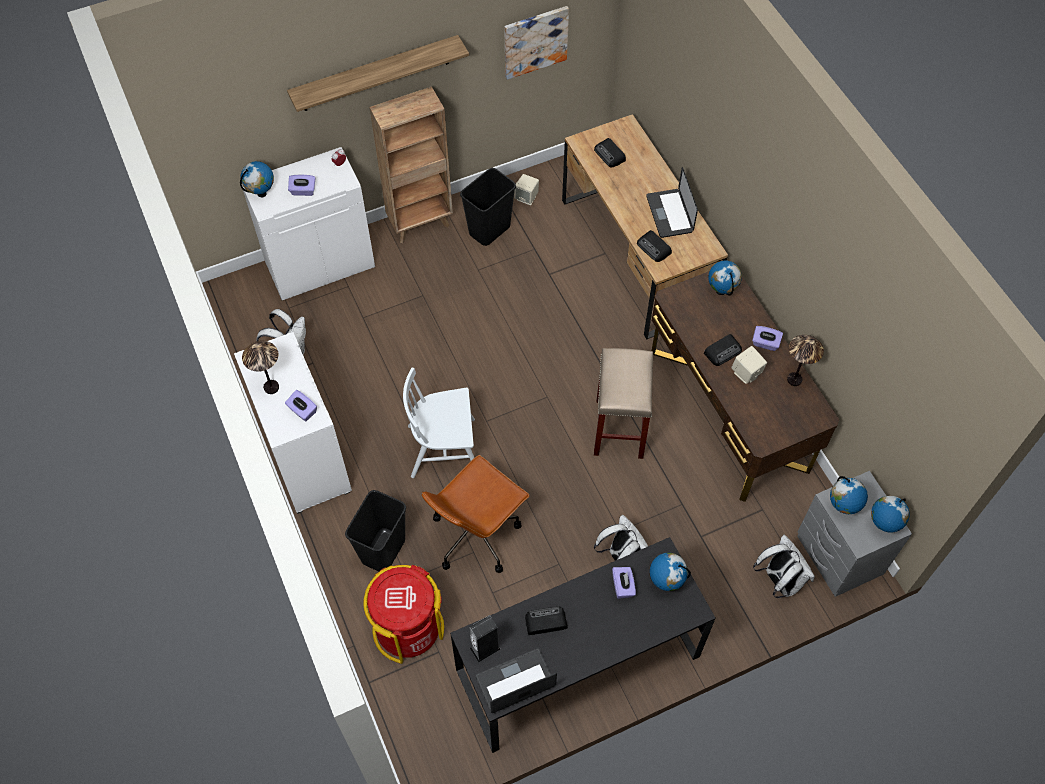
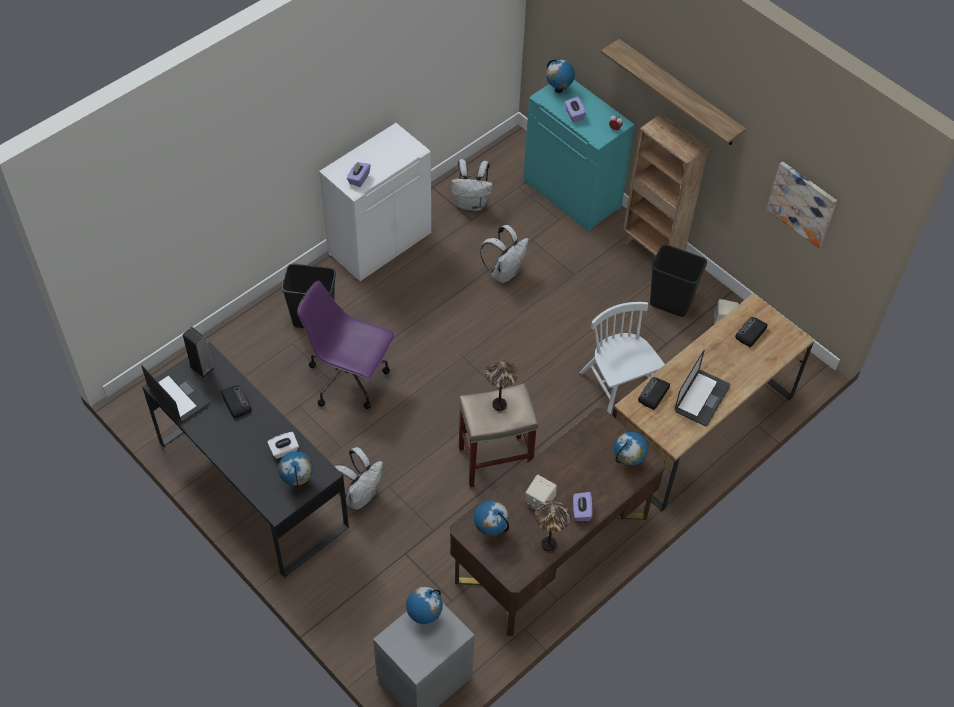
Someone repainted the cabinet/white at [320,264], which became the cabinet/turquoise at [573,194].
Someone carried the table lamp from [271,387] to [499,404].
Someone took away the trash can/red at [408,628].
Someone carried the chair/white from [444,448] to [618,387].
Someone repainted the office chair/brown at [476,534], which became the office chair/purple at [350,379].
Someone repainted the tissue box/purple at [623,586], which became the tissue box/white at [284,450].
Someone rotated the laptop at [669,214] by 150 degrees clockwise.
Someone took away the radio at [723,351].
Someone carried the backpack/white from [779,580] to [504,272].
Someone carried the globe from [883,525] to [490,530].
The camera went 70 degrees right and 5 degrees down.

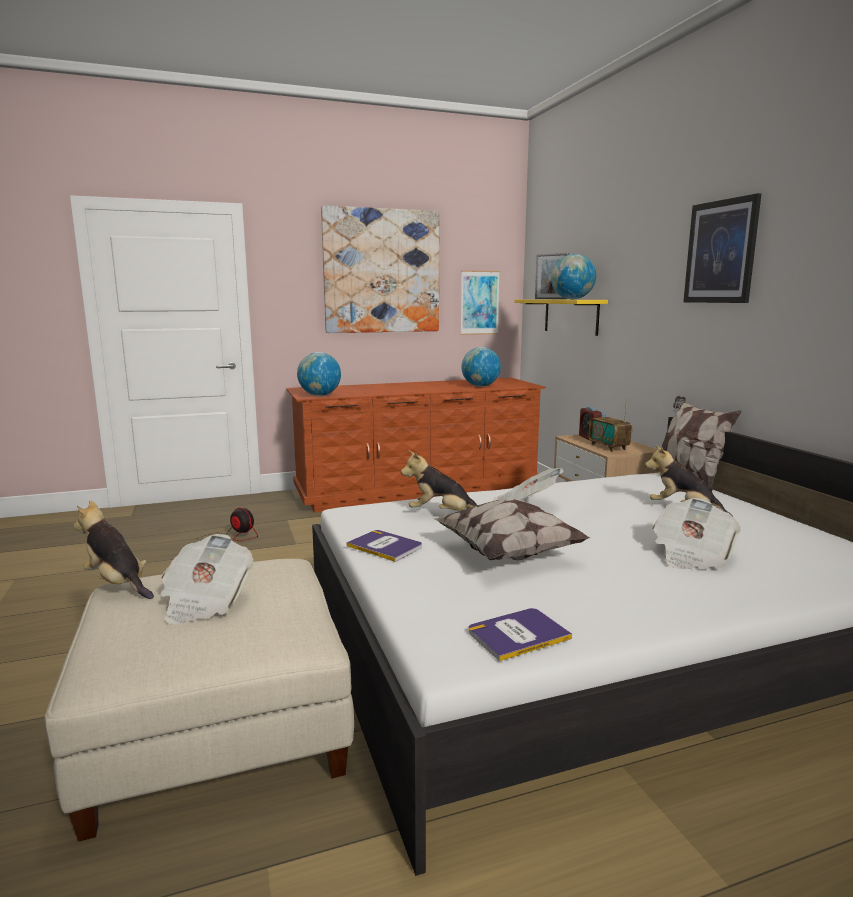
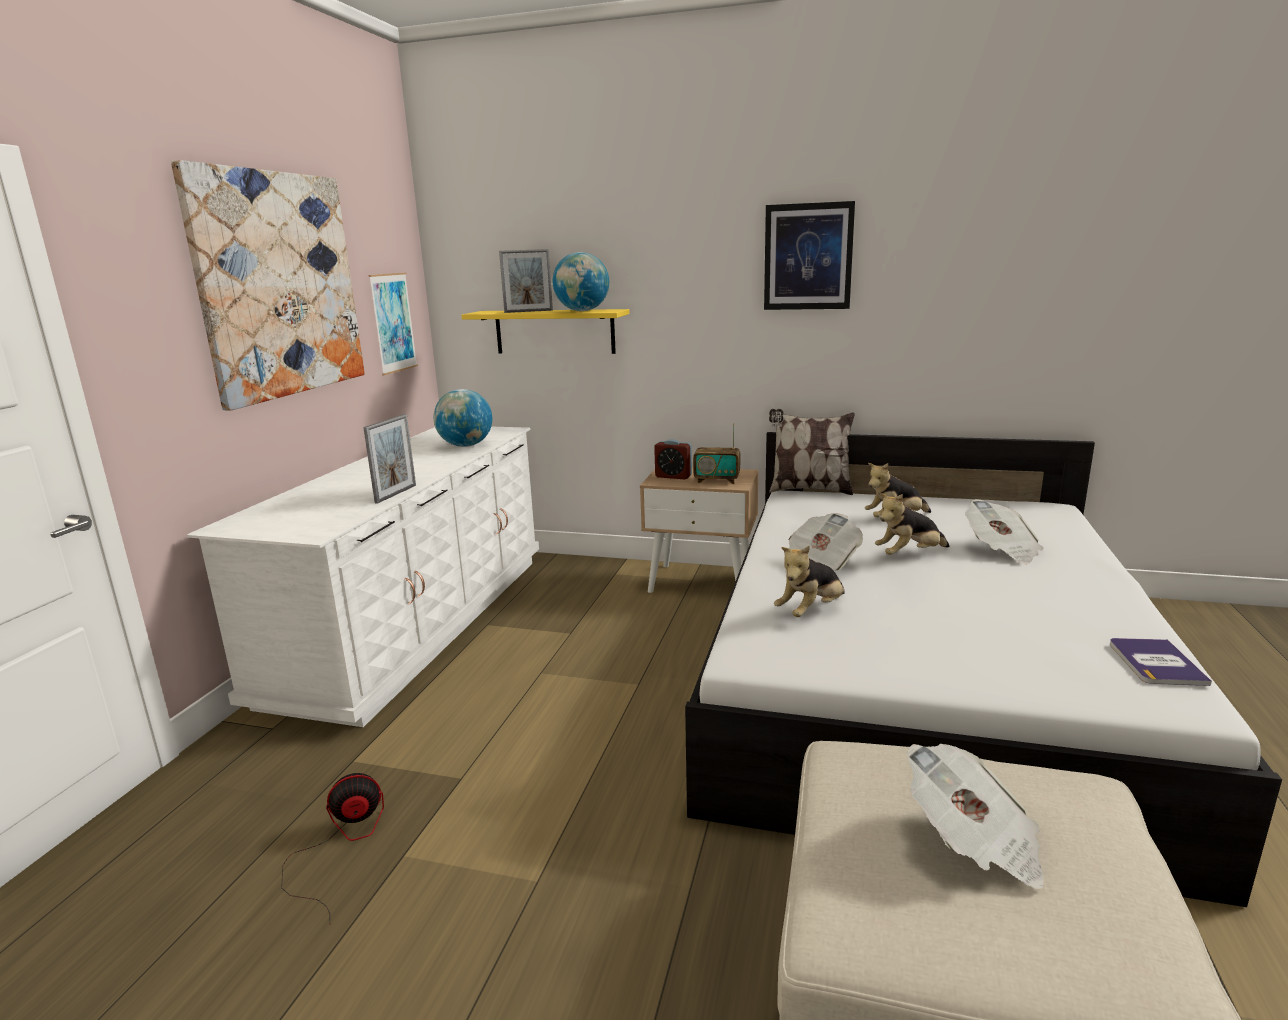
Someone carried the plush toy from [118,584] to [909,555].
Someone repainted the dresser/brown at [417,489], which became the dresser/white at [417,624].
Someone took away the globe at [319,395].
Someone took away the book at [385,546].
Someone took away the pillow at [508,553].
Someone put down the picture frame at [396,494].
The camera went 55 degrees left and 5 degrees up.

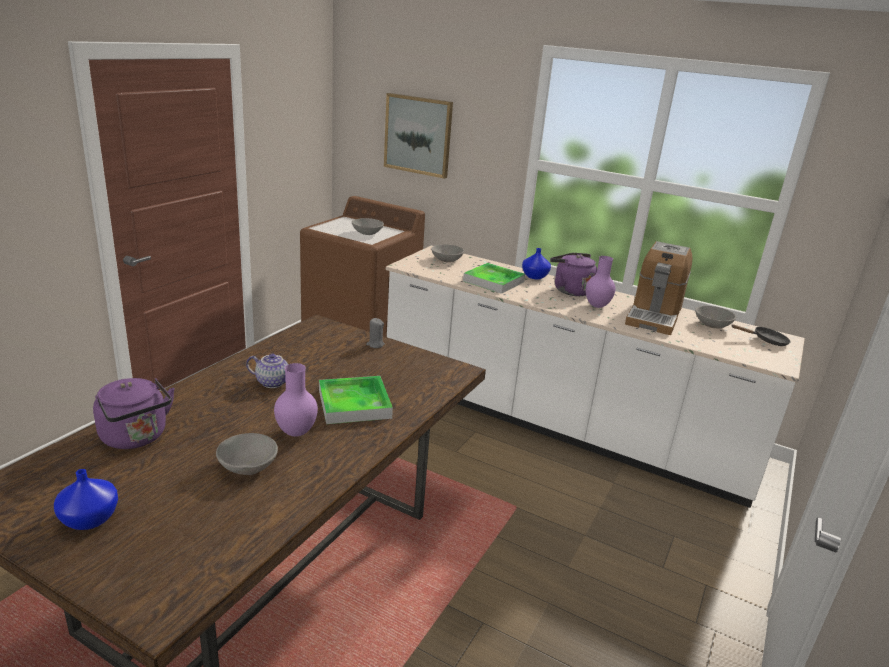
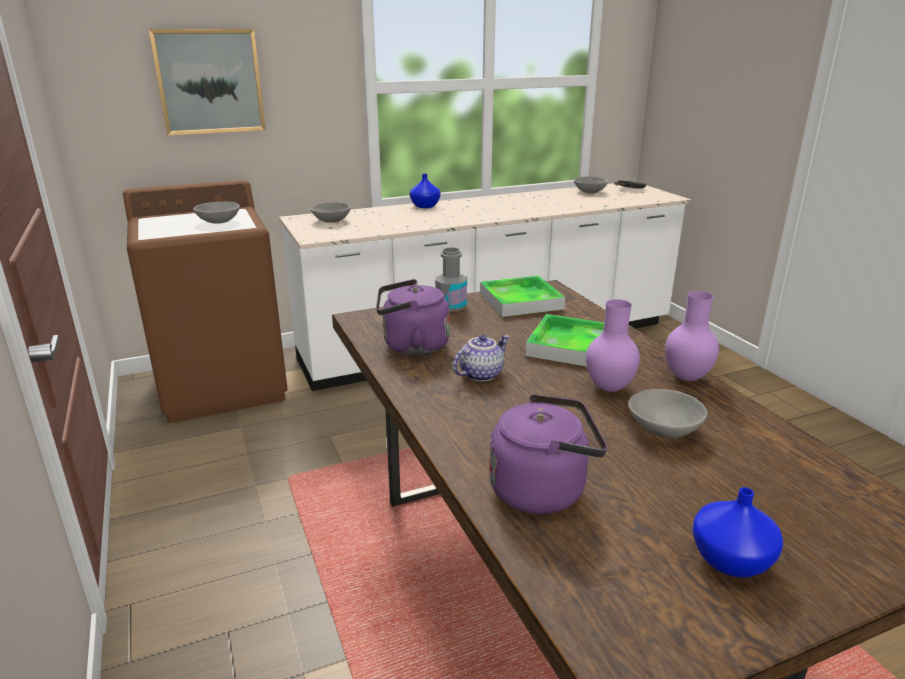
Someone swapped the candle/grey at [375,344] for the bottle/grey at [451,306].
Someone carried the tray from [493,281] to [520,301].
Someone carried the kettle/purple from [570,290] to [411,346].
Someone carried the vase/purple from [596,306] to [686,377].
Someone took away the coffee machine at [654,316].
The camera went 50 degrees left and 0 degrees up.

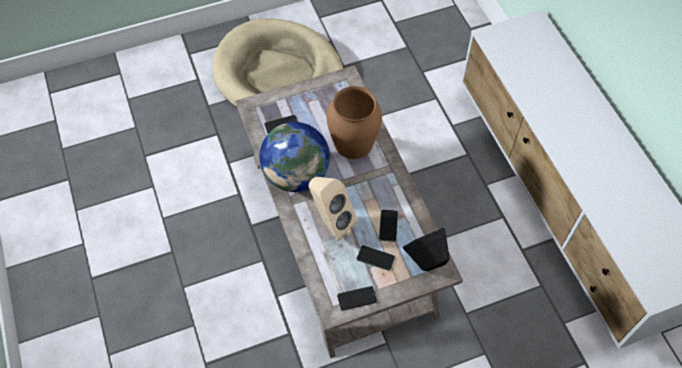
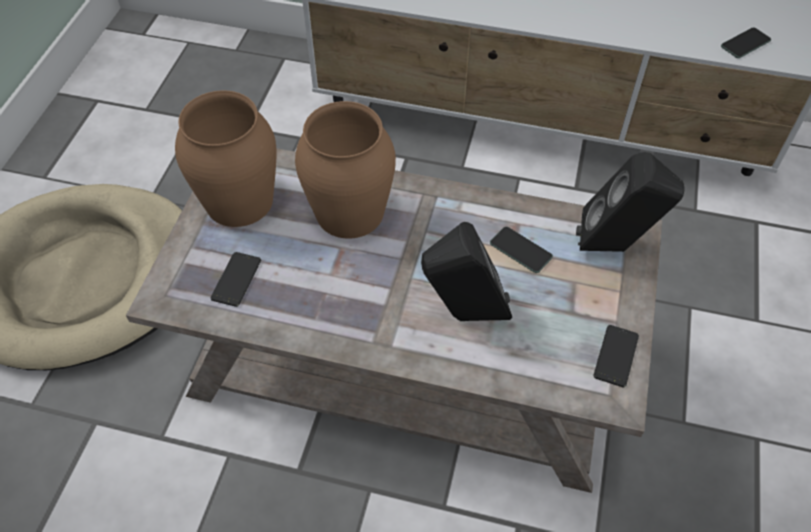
Someone took away the globe at [296,175].
Someone repainted the speaker/beige at [331,223], which became the speaker/black at [463,315].
Someone carried the phone from [375,258] to [745,43].
Someone put down the vase/brown at [240,201].
The camera went 55 degrees left and 5 degrees down.

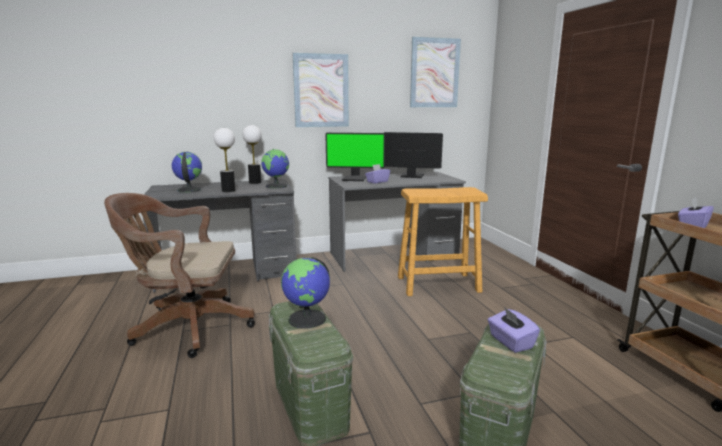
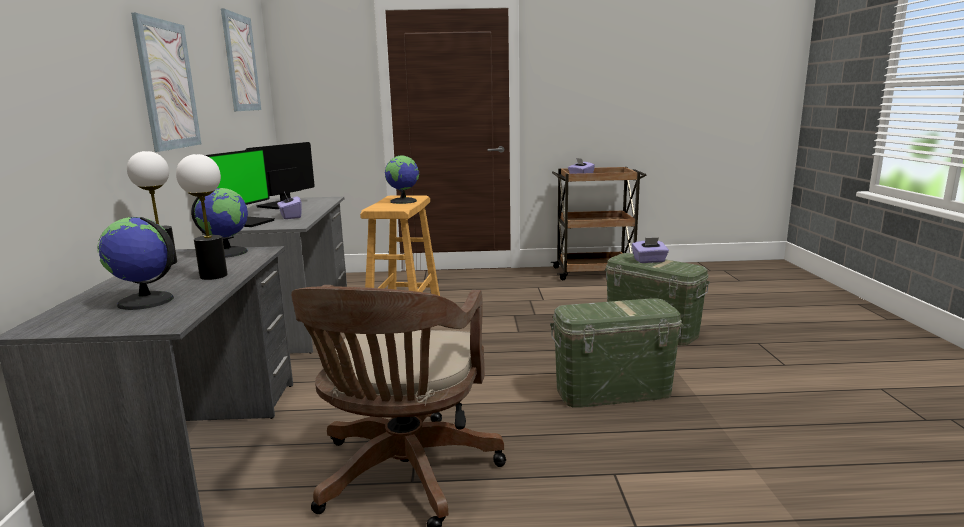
Someone carried the globe from [307,319] to [404,201].
The camera went 75 degrees left and 0 degrees up.

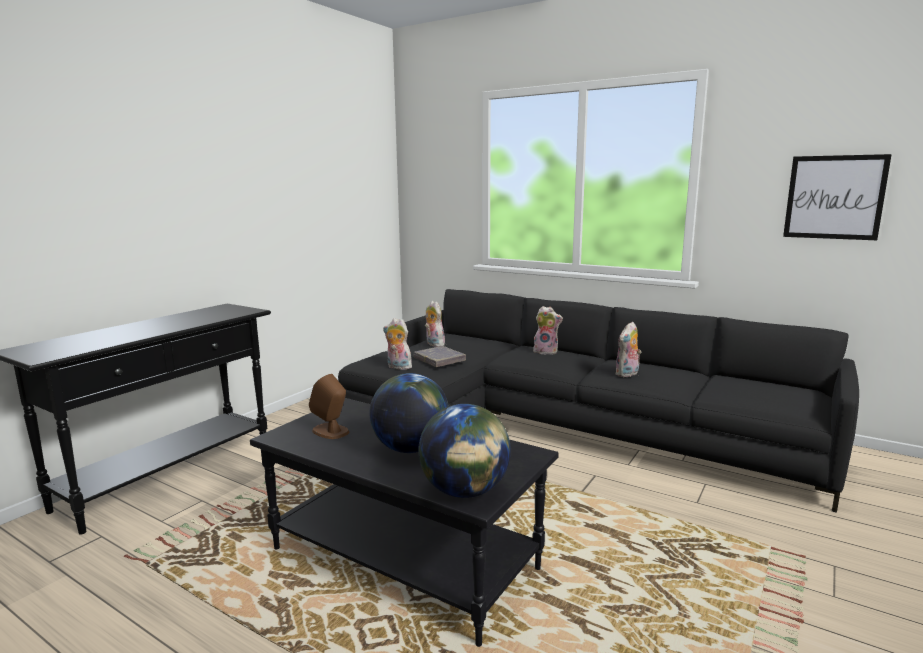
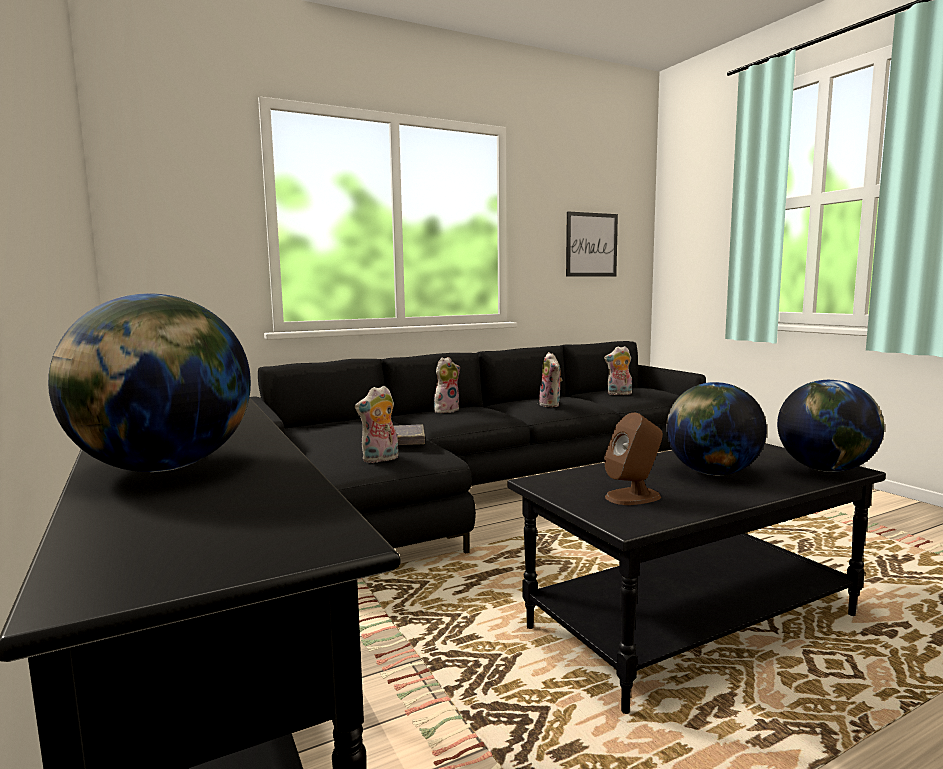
Someone carried the plush toy from [433,344] to [619,394].
Someone put down the globe at [163,468].
The camera went 60 degrees left and 5 degrees down.

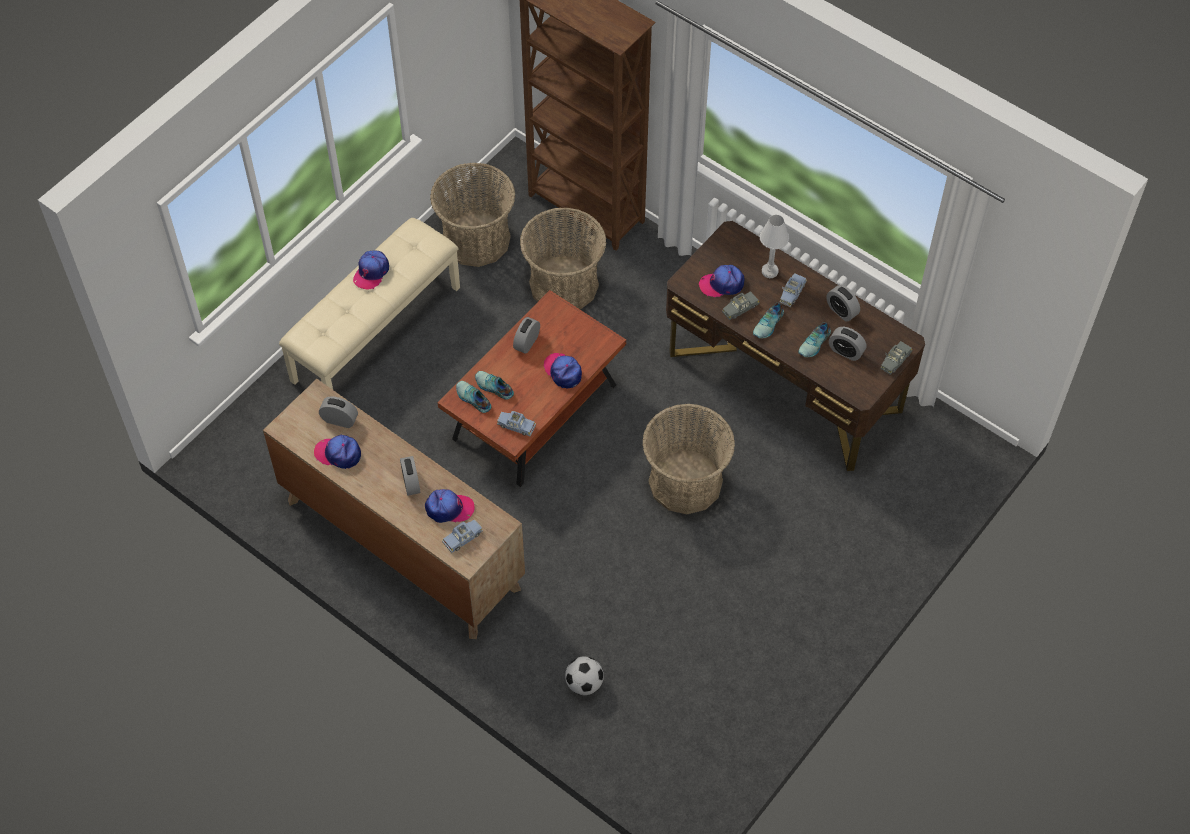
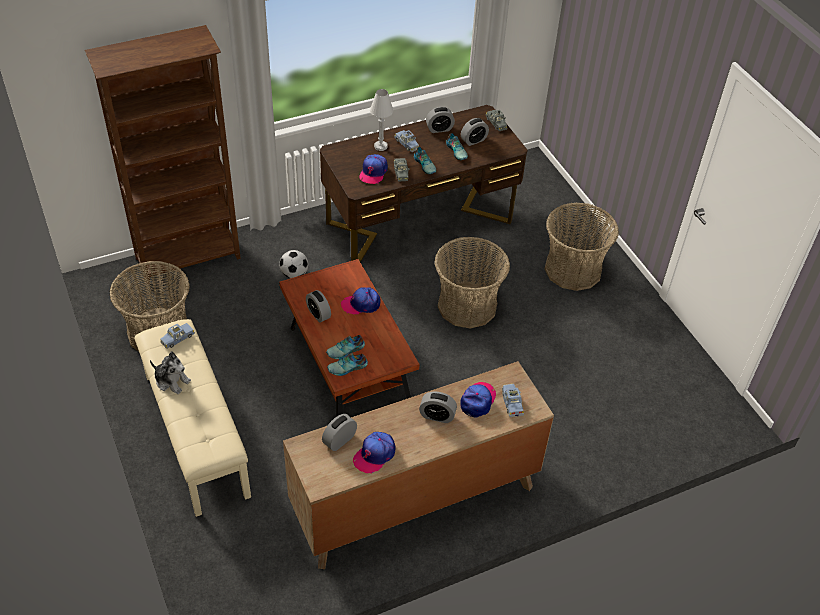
Someone swapped the cap at [371,272] for the plush toy at [172,381].
Someone carried the toy car/blue from [516,426] to [177,338].
Someone carried the basket from [564,284] to [573,269].
Someone carried the football from [584,683] to [294,274].
The camera went 65 degrees left and 10 degrees down.

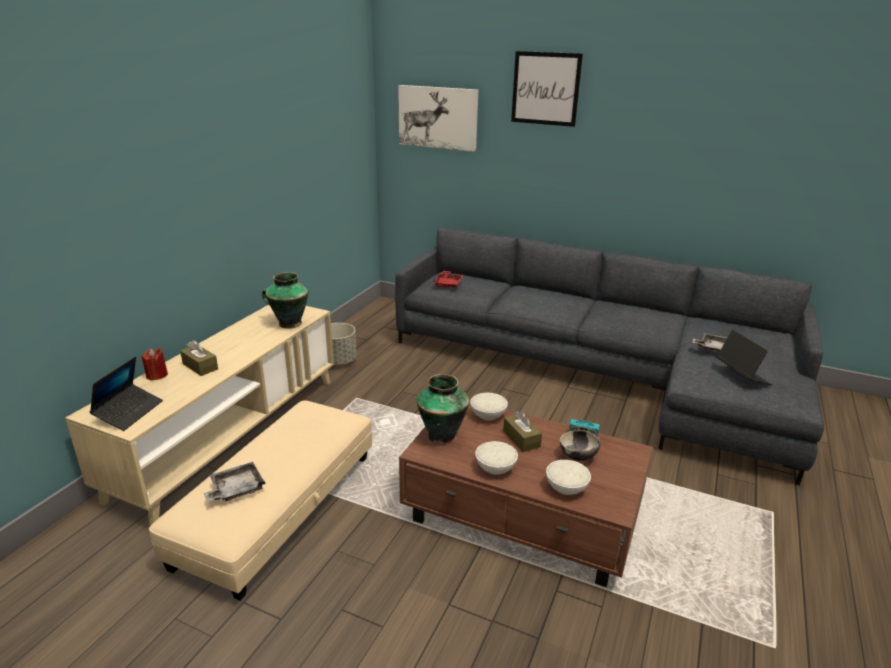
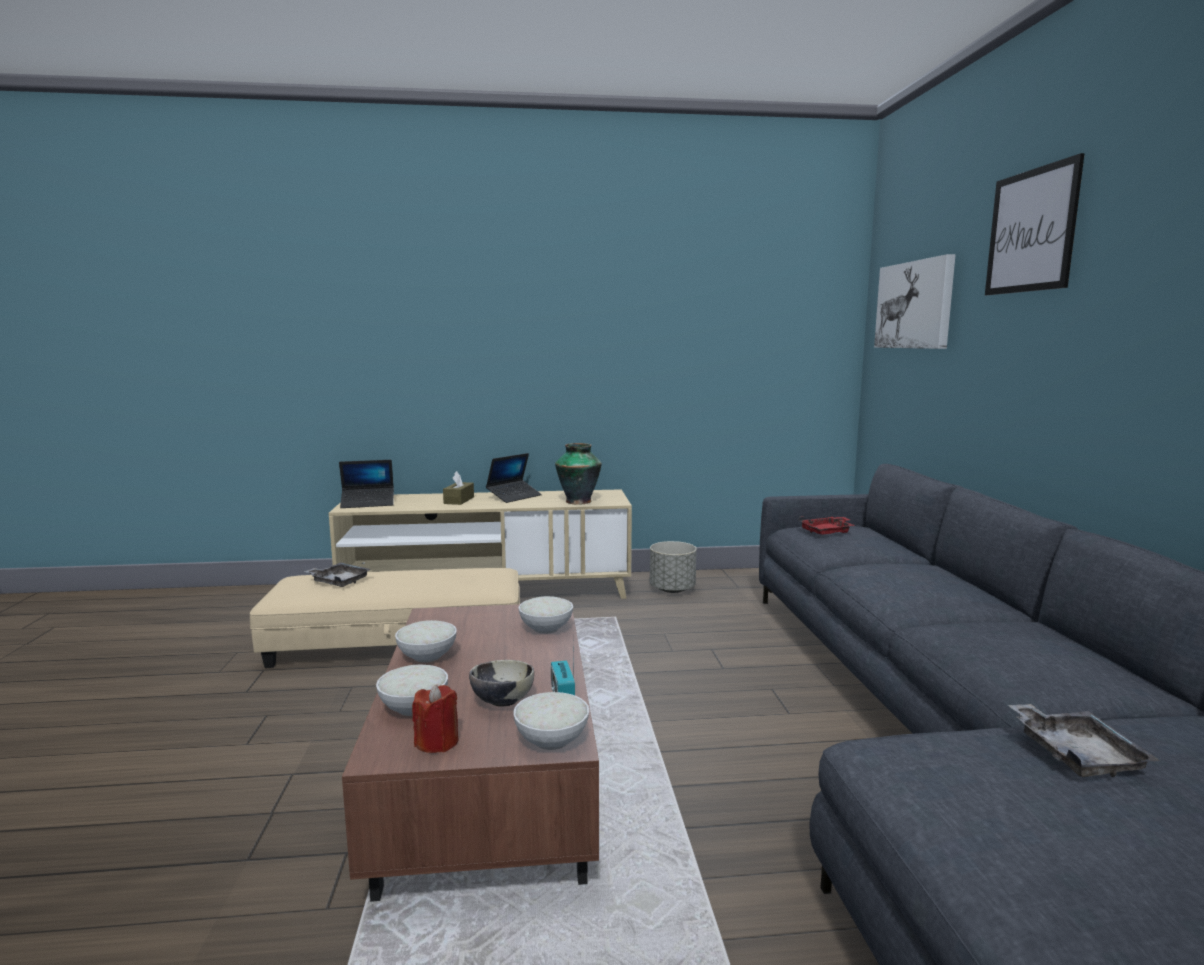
Someone carried the candle/red from [157,375] to [437,742].
Someone took away the vase at [442,435].
Someone took away the tissue box/brown at [521,439].
Someone carried the laptop from [742,376] to [514,496].
Someone put down the bowl/white at [551,741].
The camera went 60 degrees right and 15 degrees down.

